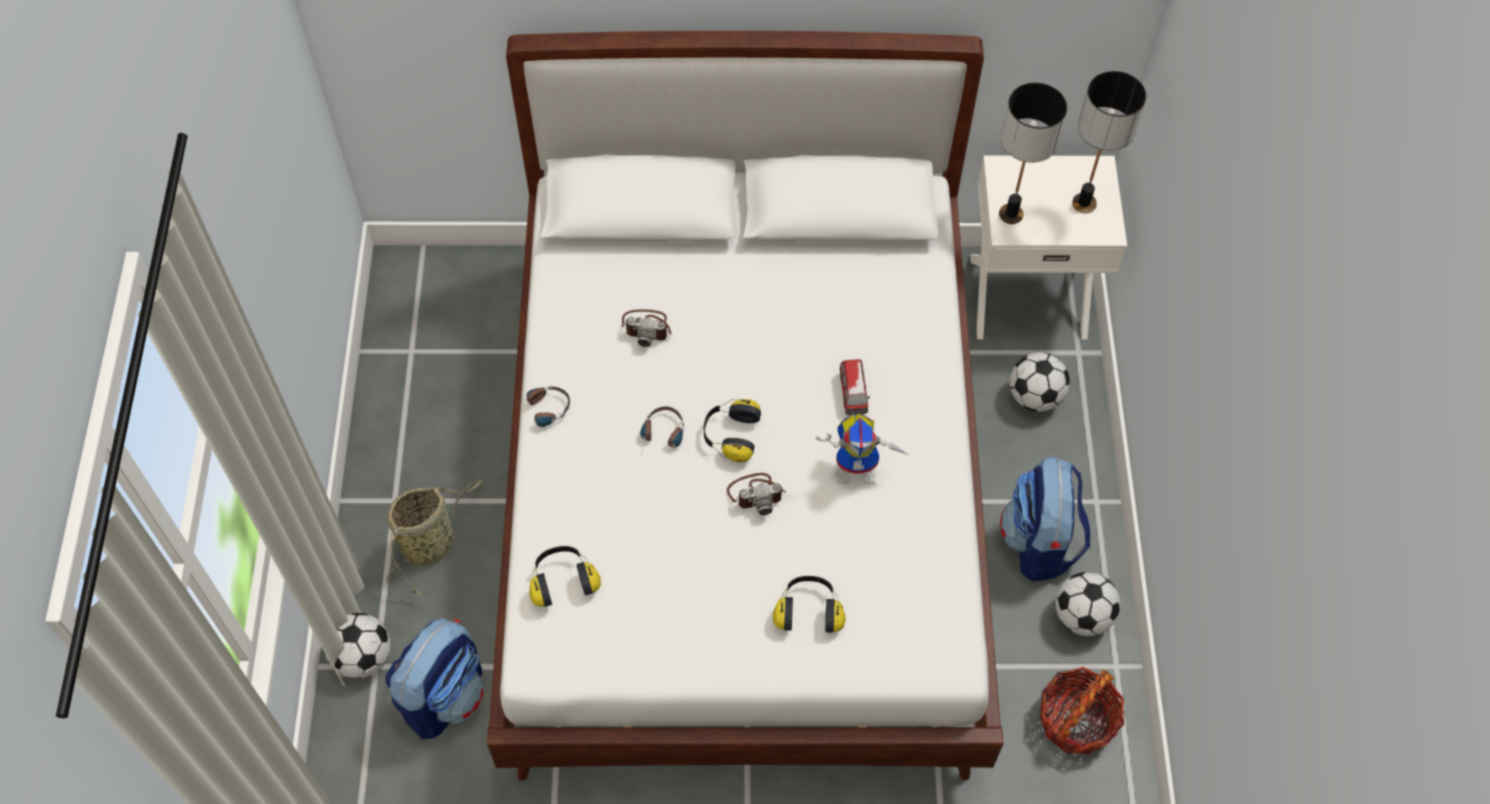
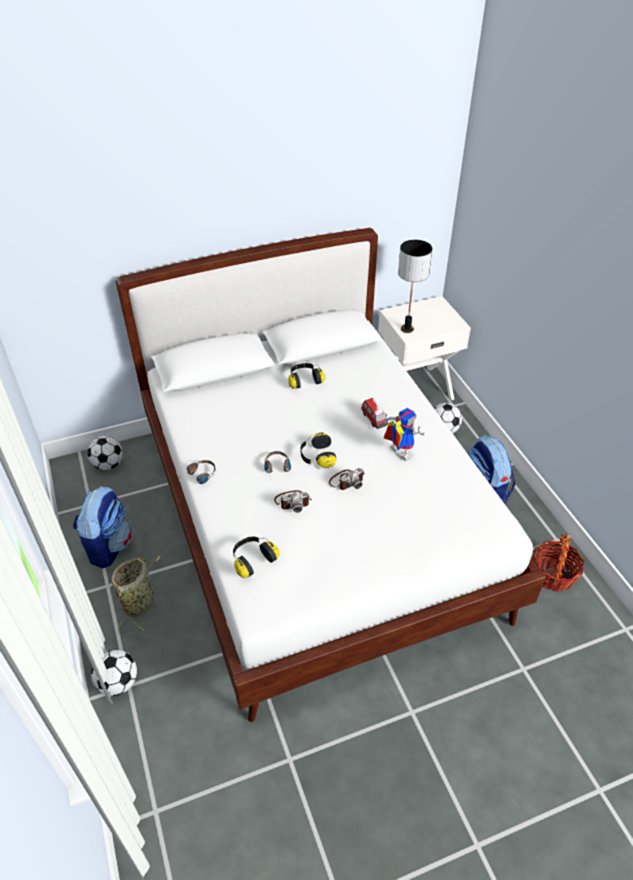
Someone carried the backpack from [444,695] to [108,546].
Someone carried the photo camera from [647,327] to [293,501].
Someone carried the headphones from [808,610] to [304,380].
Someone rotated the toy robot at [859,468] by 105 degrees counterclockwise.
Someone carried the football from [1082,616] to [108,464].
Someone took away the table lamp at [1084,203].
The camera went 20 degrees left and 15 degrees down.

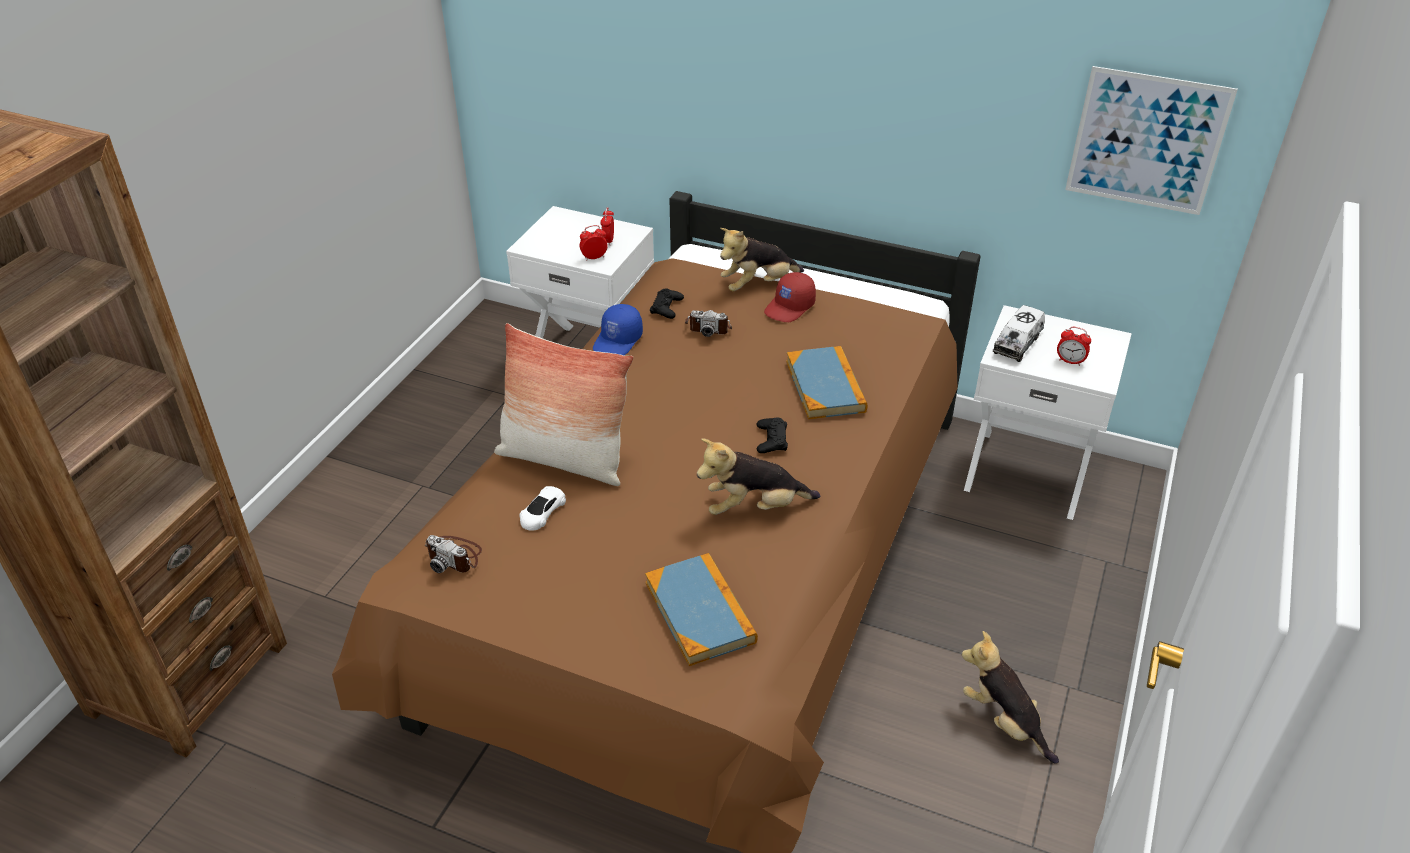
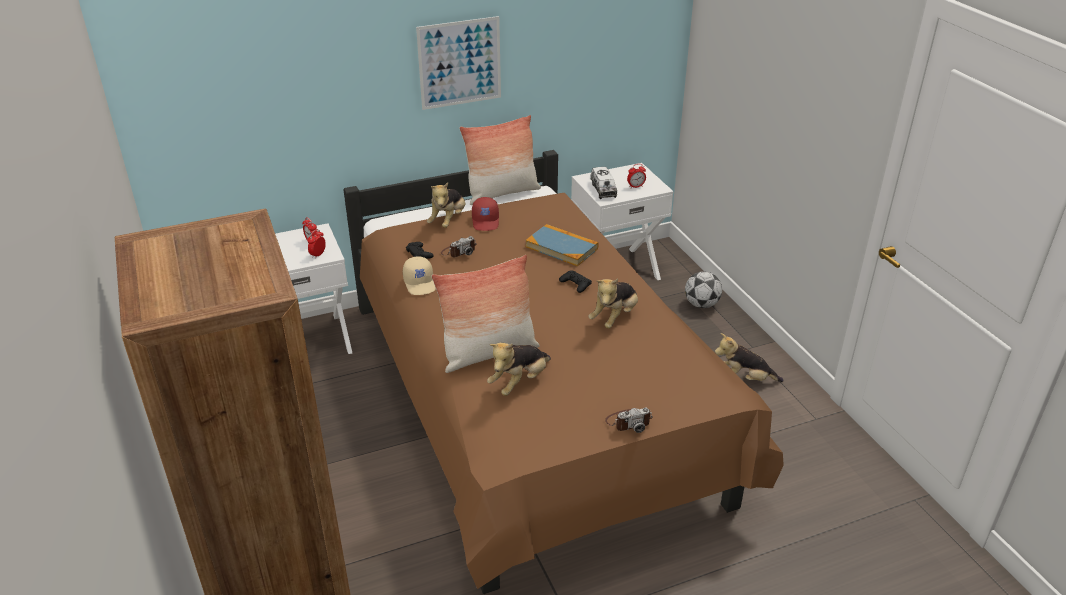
Someone carried the photo camera from [455,556] to [628,422].
Someone swapped the toy car/white at [542,512] for the plush toy at [519,382].
Someone repainted the cap/blue at [618,341], which became the cap/beige at [420,283].
Someone took away the book at [700,612].
Someone carried the picture from [1147,141] to [460,63].
Someone put down the pillow at [502,193].
Someone put down the football at [701,304].
The camera went 45 degrees left and 5 degrees down.

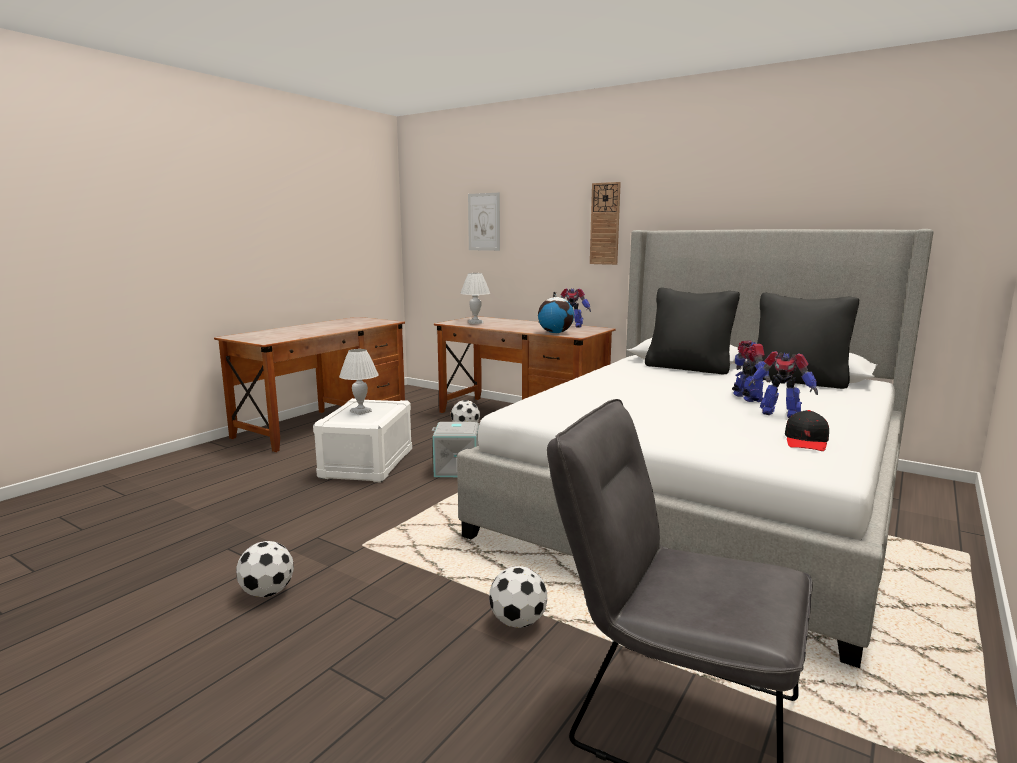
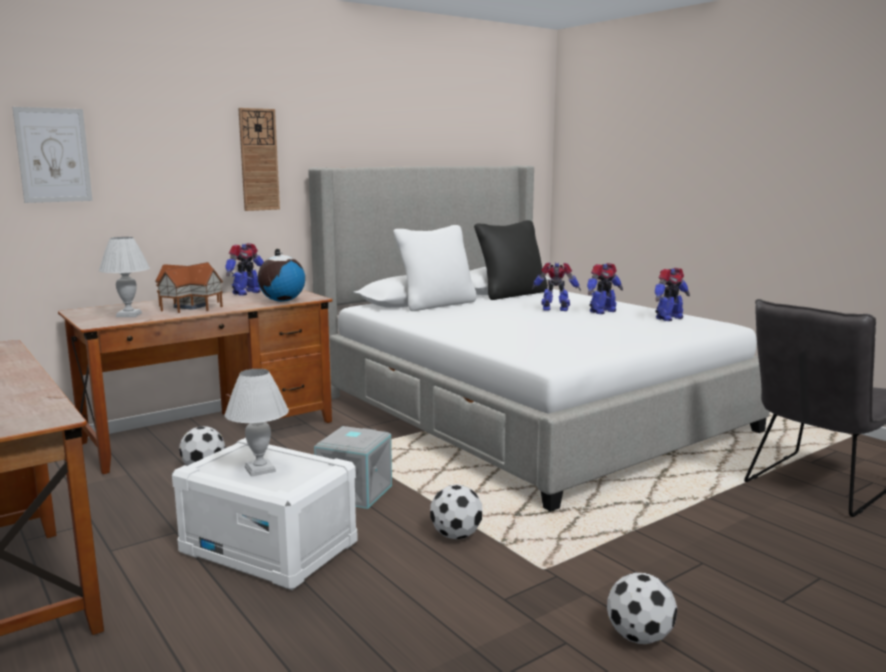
Someone carried the football from [518,621] to [456,535].
Someone repainted the pillow/black at [688,368], which became the pillow/white at [436,305].
Someone swapped the cap/black at [806,441] for the toy robot at [668,318].
Someone put down the toy house at [190,306].
The camera went 70 degrees left and 0 degrees up.

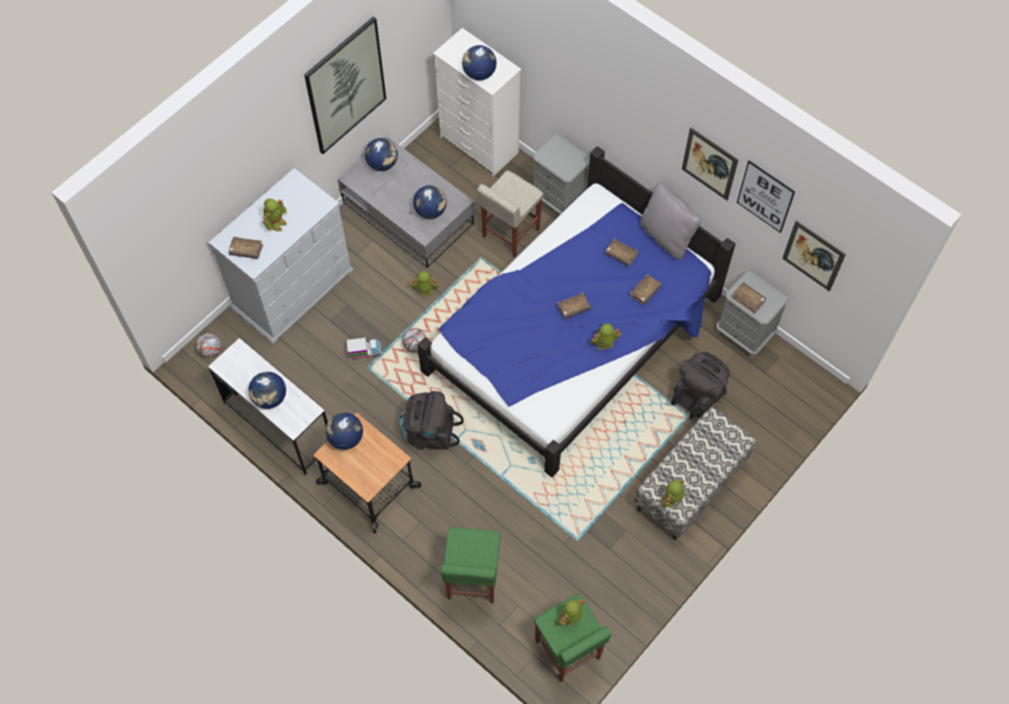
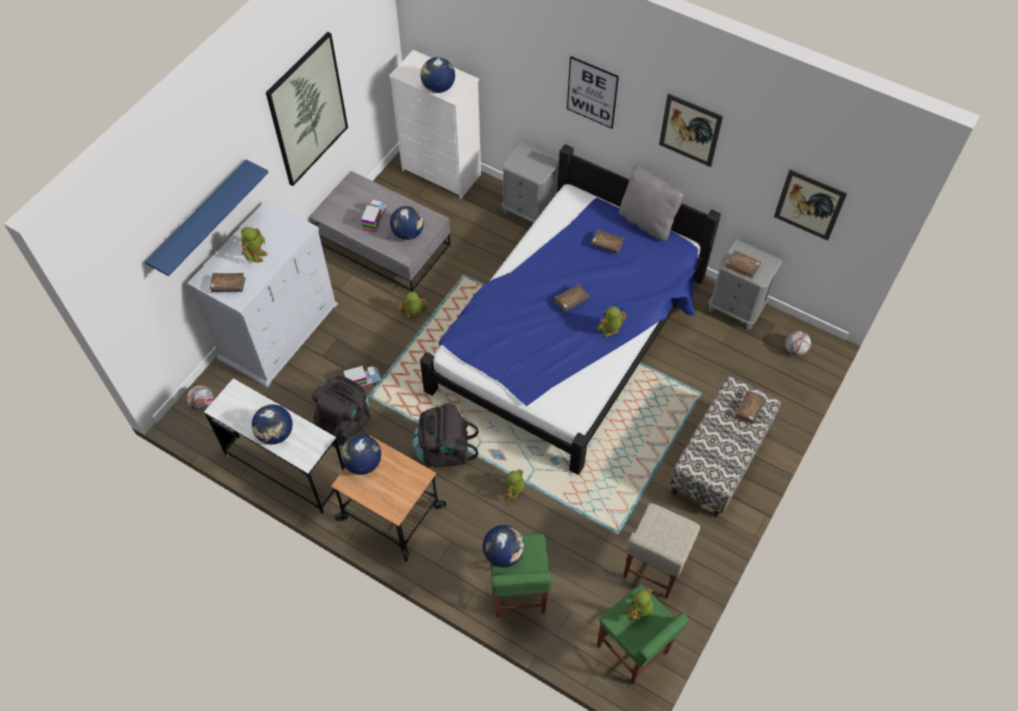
Someone carried the globe from [382,164] to [504,553].
Someone carried the football from [415,346] to [795,349].
Someone carried the stool/beige from [510,233] to [654,567].
Someone carried the book/brown from [645,292] to [749,409].
Someone carried the toy robot from [671,499] to [514,492].
Someone carried the backpack/black from [698,394] to [345,422].
Someone carried the picture from [765,196] to [592,92].
Someone put up the shelf/blue at [200,218].
Someone put down the toy truck at [374,219].
The camera went 10 degrees left and 5 degrees down.

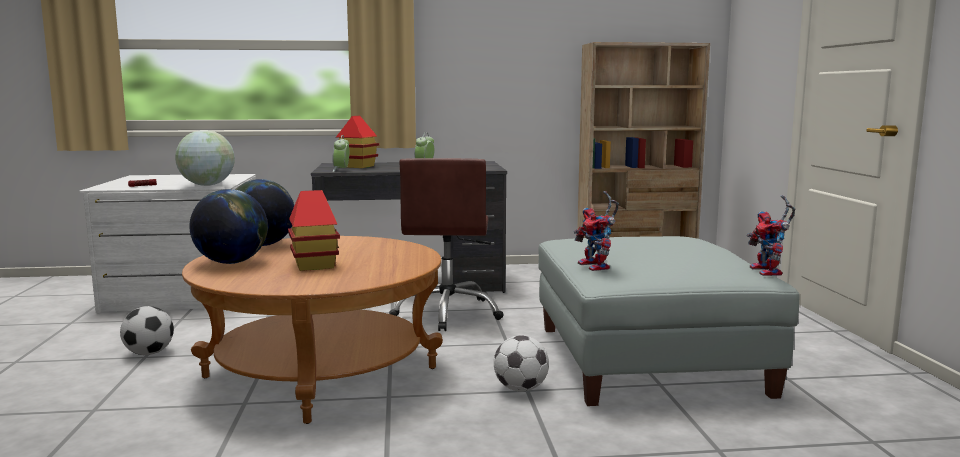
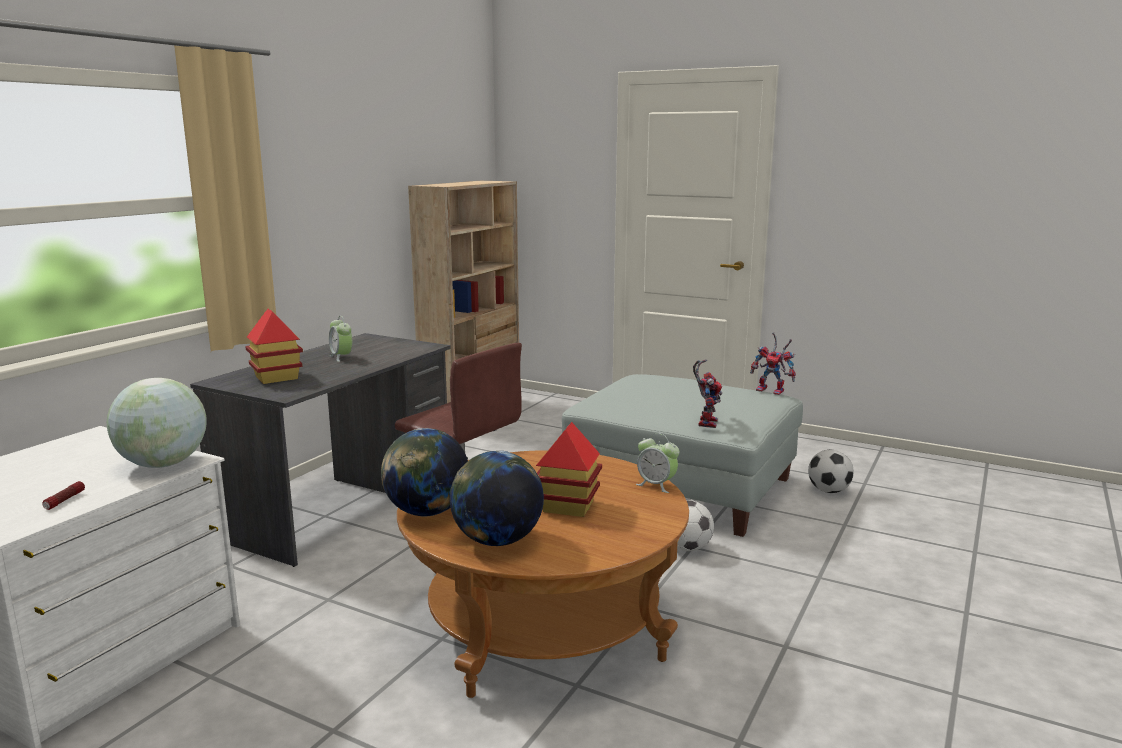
Someone carried the football from [149,353] to [828,491].
Someone carried the alarm clock from [341,170] to [656,485].
Someone rotated the toy robot at [597,267] by 90 degrees counterclockwise.
The camera went 55 degrees left and 5 degrees up.

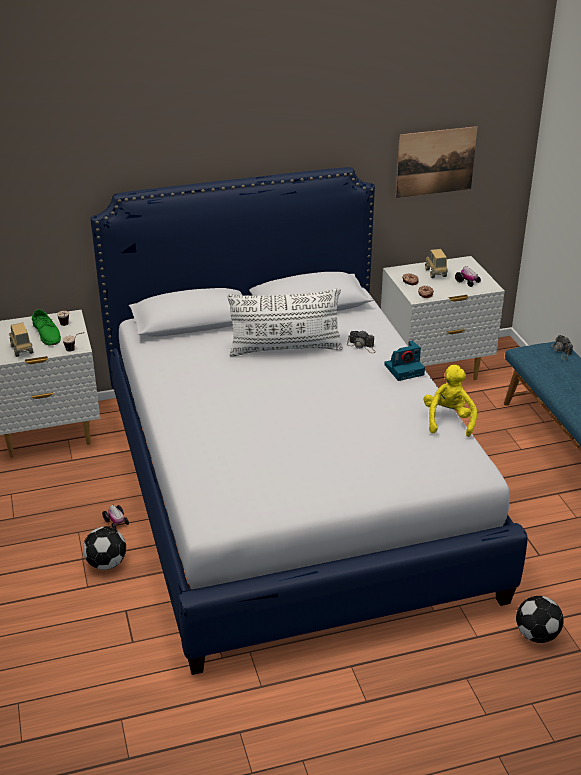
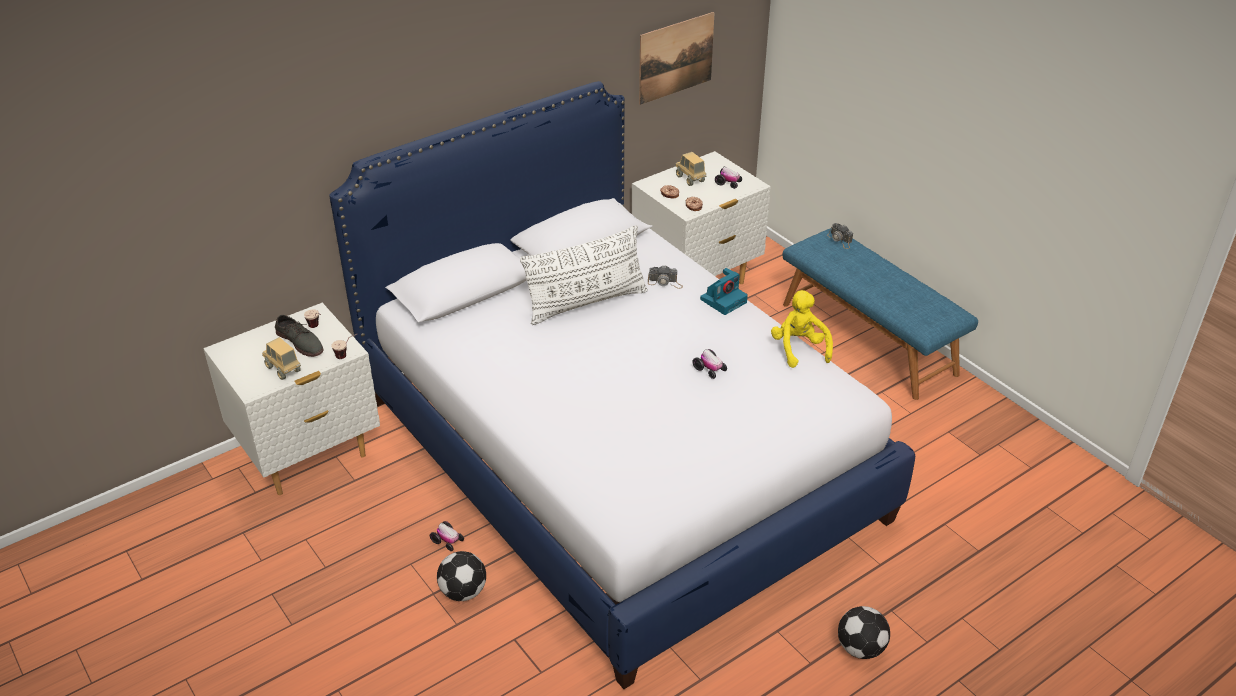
Someone repainted the shoe/green at [47,333], which became the shoe/grey at [300,342].
Someone carried the football from [537,635] to [861,648].
Someone put down the toy car at [709,369].
The camera went 20 degrees left and 5 degrees up.

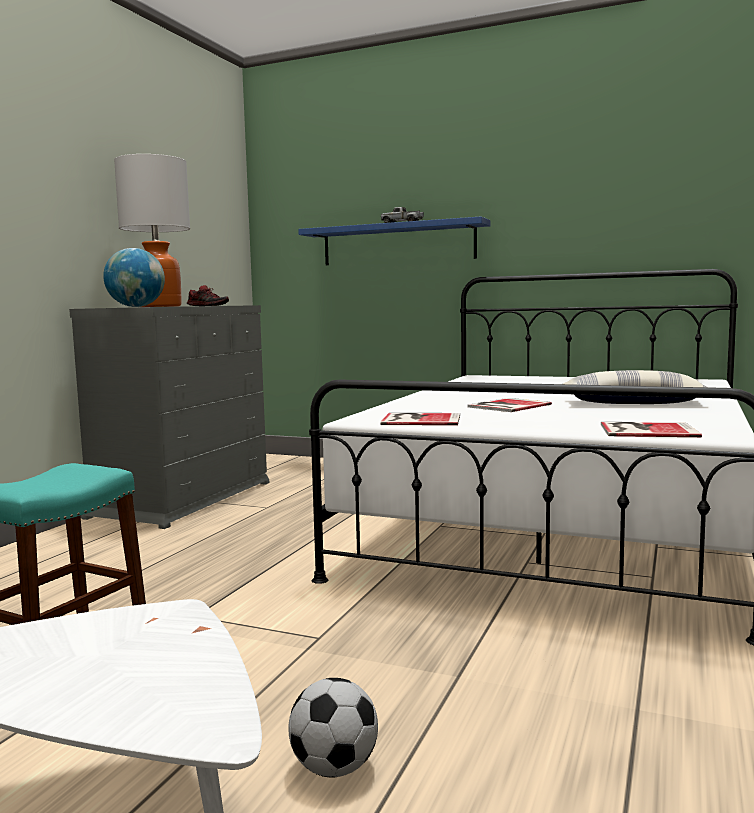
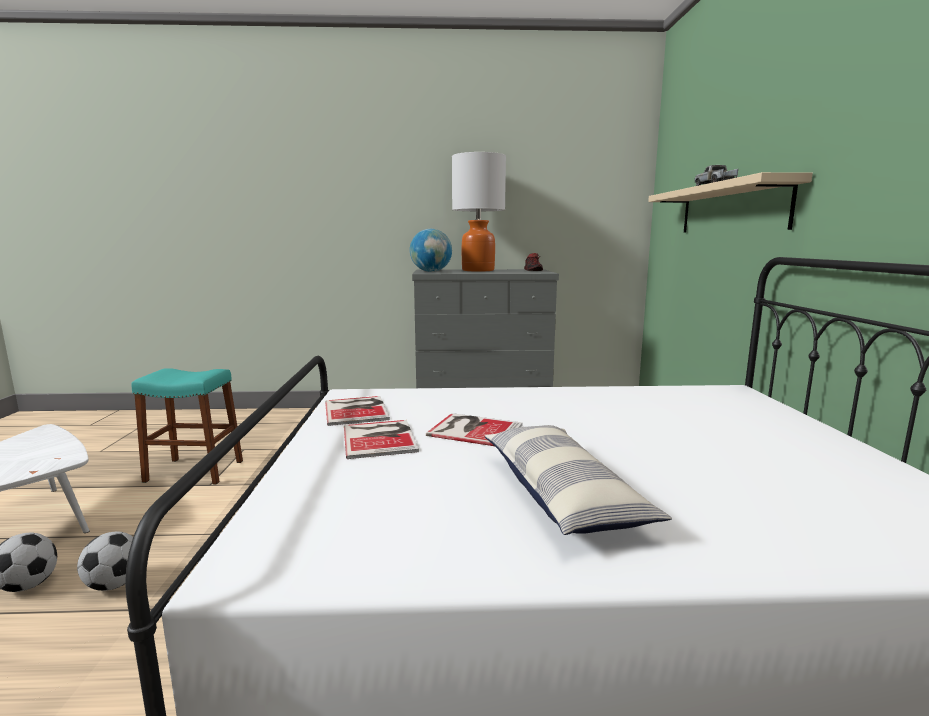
Someone repainted the shelf/blue at [398,244], which became the shelf/beige at [731,209].
Someone carried the book from [645,430] to [381,438].
Someone put down the football at [114,584].
The camera went 65 degrees right and 5 degrees up.

